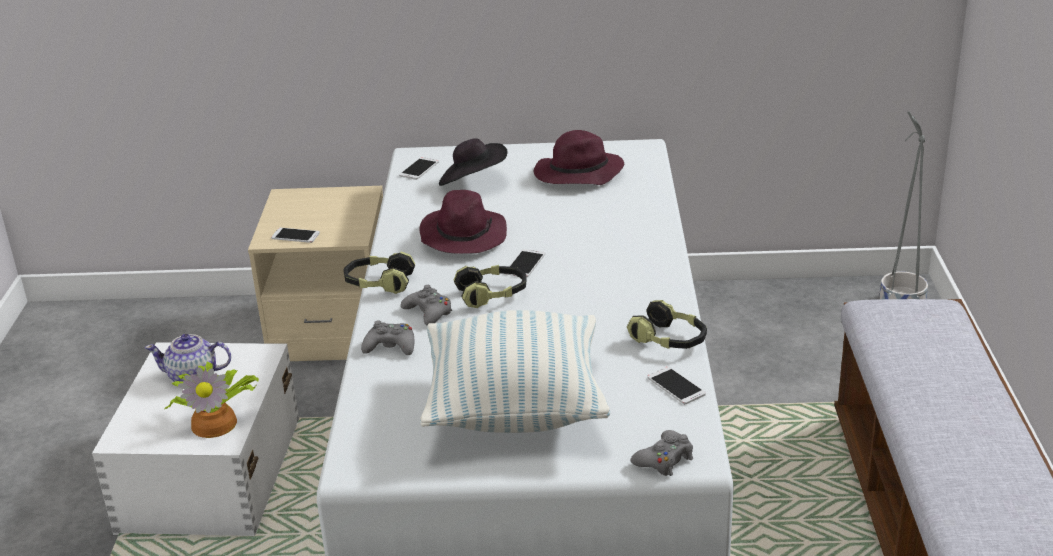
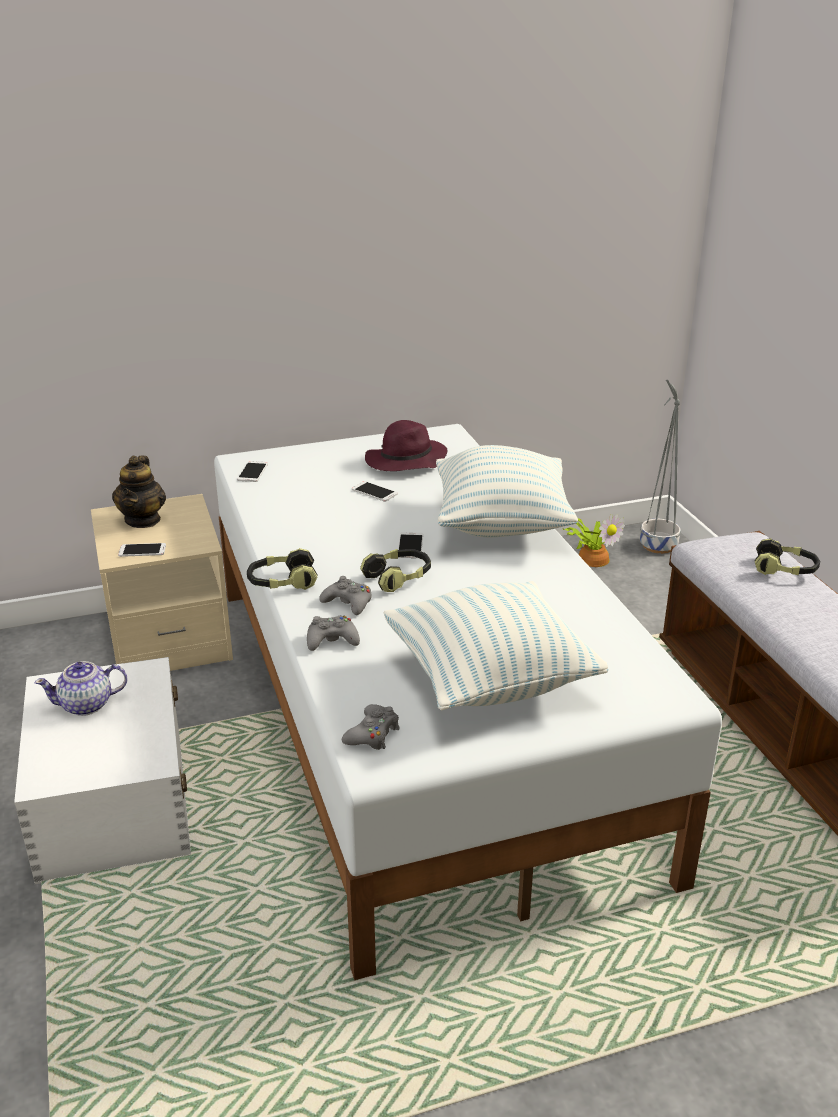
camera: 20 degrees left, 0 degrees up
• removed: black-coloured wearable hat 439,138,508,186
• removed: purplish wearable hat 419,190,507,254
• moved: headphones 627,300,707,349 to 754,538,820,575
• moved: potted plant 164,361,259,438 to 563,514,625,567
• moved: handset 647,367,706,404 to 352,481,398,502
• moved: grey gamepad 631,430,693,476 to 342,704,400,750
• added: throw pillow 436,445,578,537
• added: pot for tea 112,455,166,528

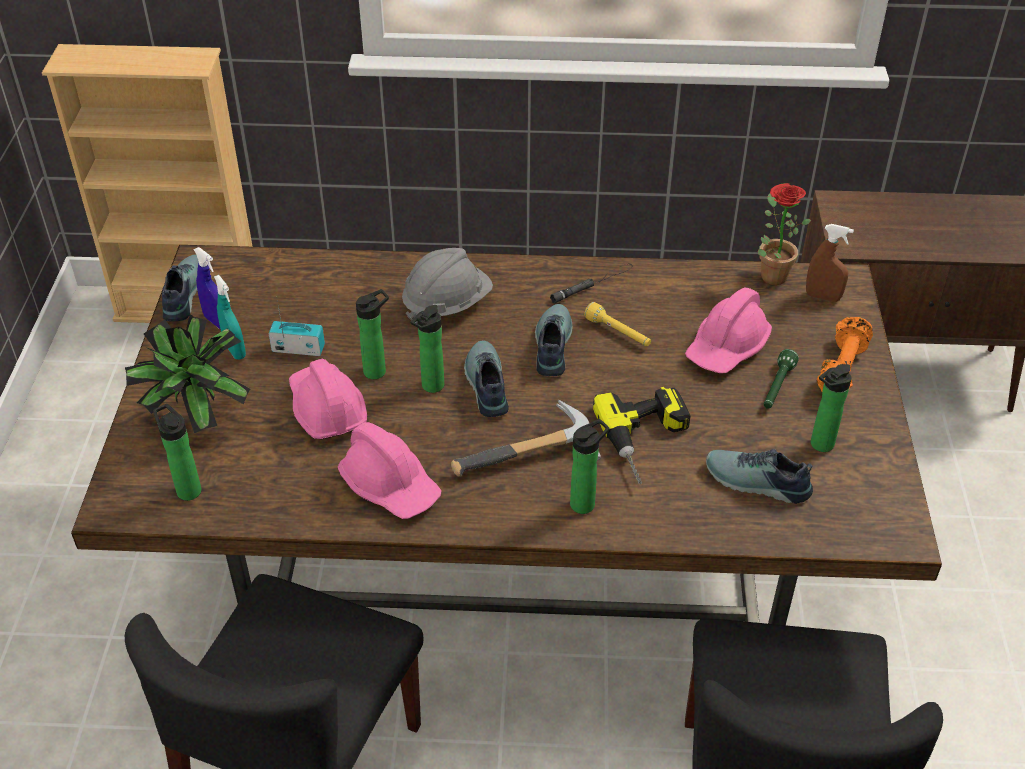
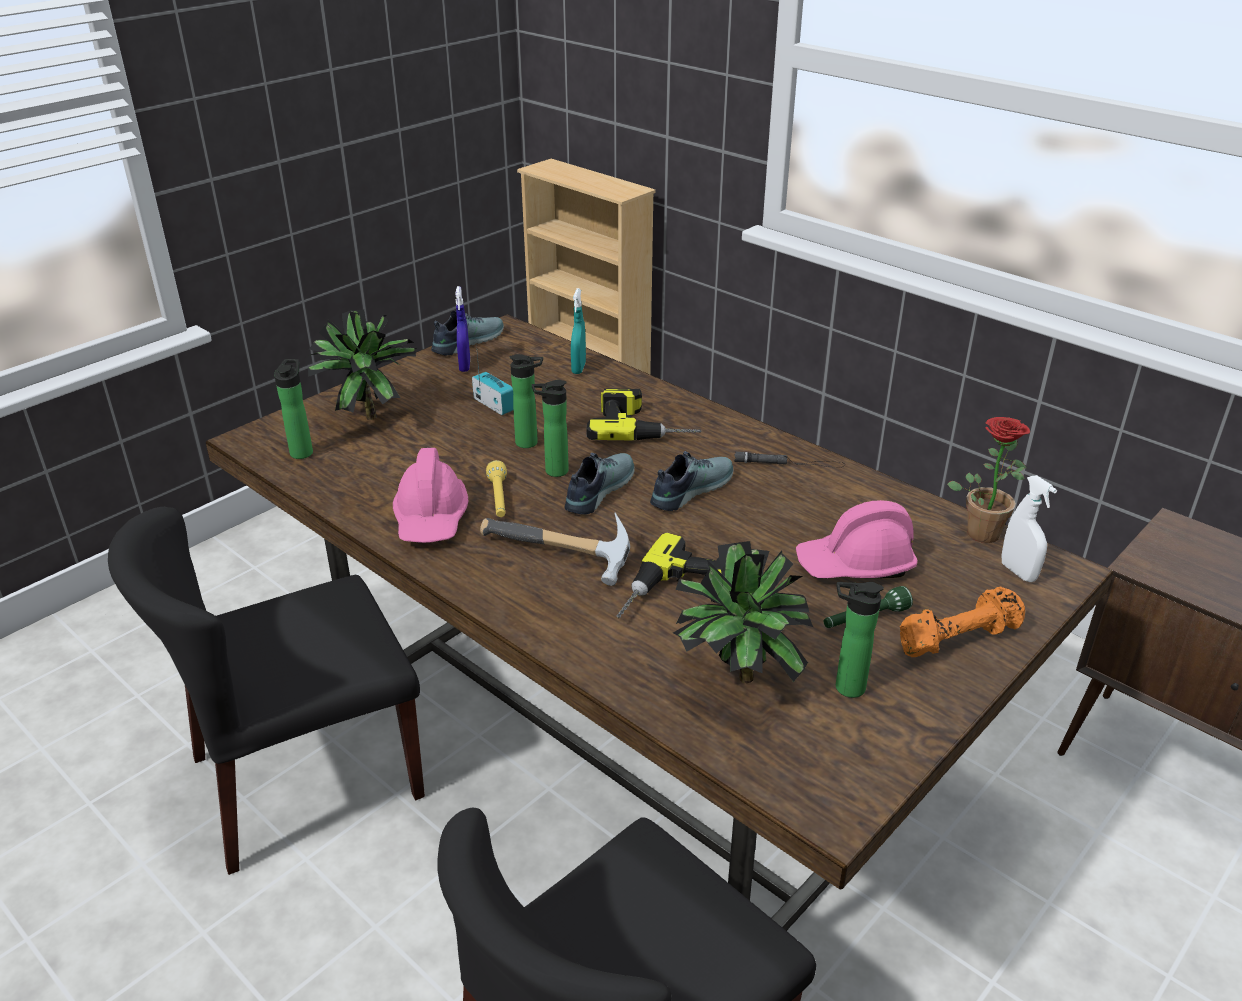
camera: 40 degrees right, 10 degrees down
• recoloured: brown-coloured hand sprayer 806,224,854,302 to whitish hand sprayer 1002,475,1057,582
• replaced: grey safety helmet 402,248,493,324 to power drill 586,388,701,440
• moved: turquoise hand sprayer 214,275,246,360 to 571,288,586,374
• moved: yellow-coloured torch 584,302,651,346 to 486,460,507,517
• removed: pinkish safety helmet 289,359,367,439
• removed: drink bottle 570,419,609,514
• replaced: shoe 706,449,813,504 to potted plant 673,541,813,683

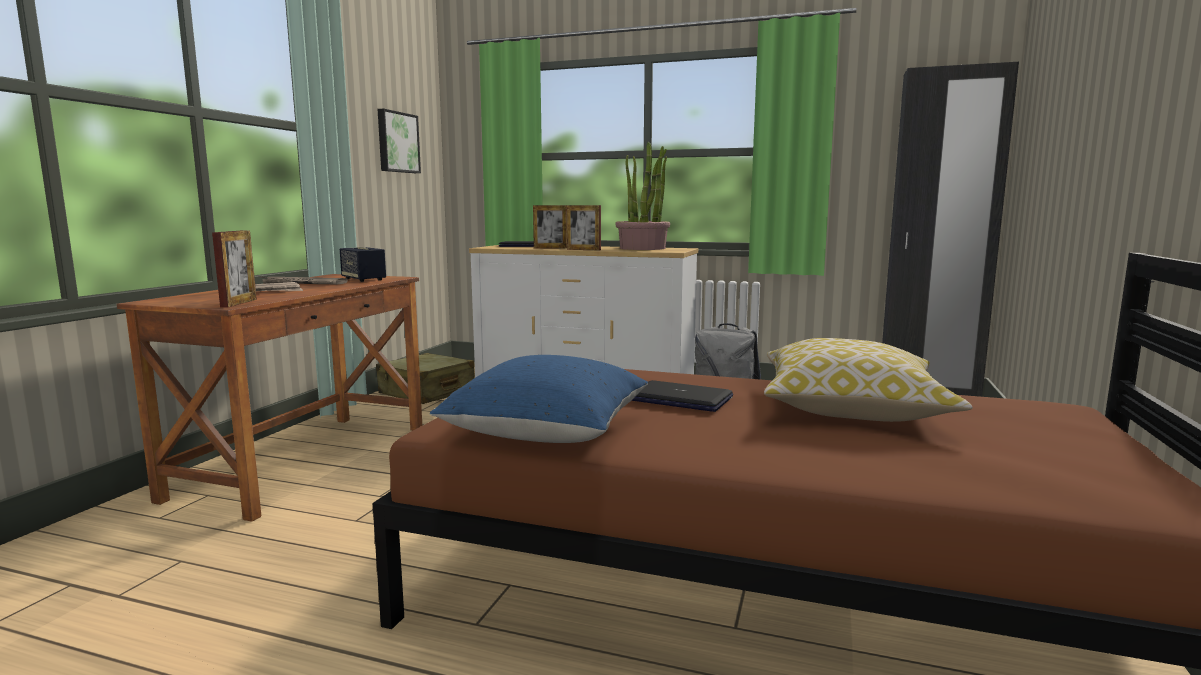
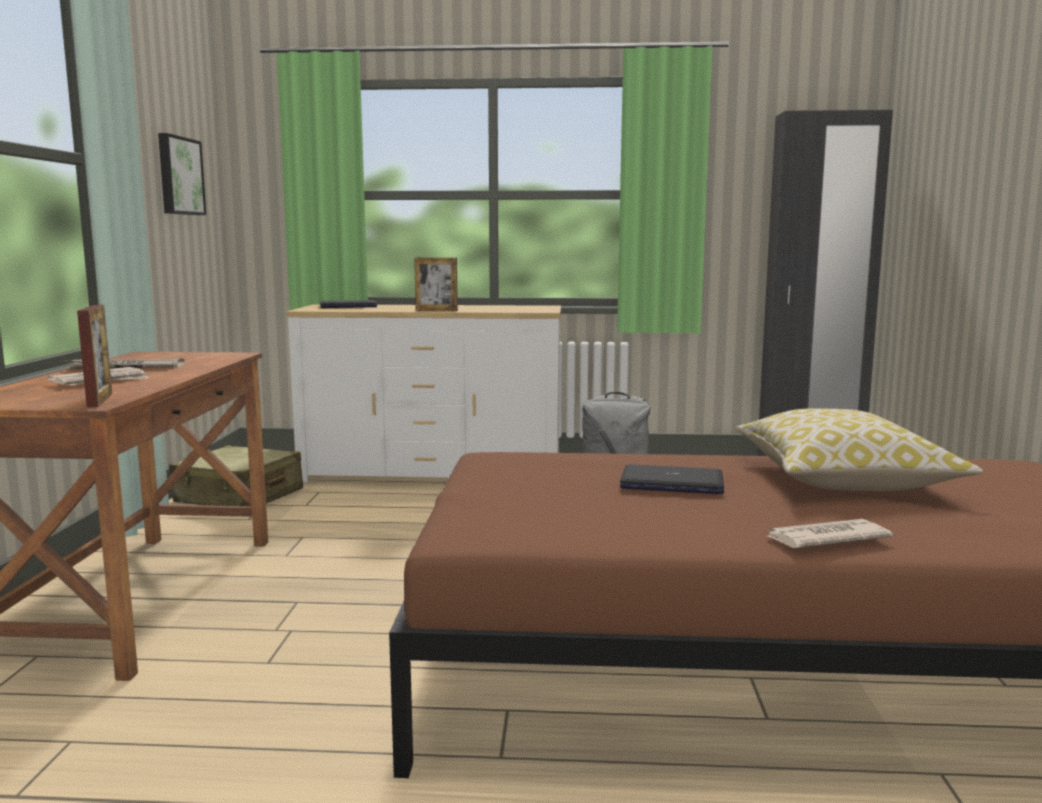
camera: 15 degrees left, 0 degrees up
• removed: potted plant 615,142,670,250
• removed: picture frame 533,205,567,249
• removed: speaker 340,247,386,282
• removed: blue throw pillow 430,355,648,443
• added: newspaper 764,519,893,548

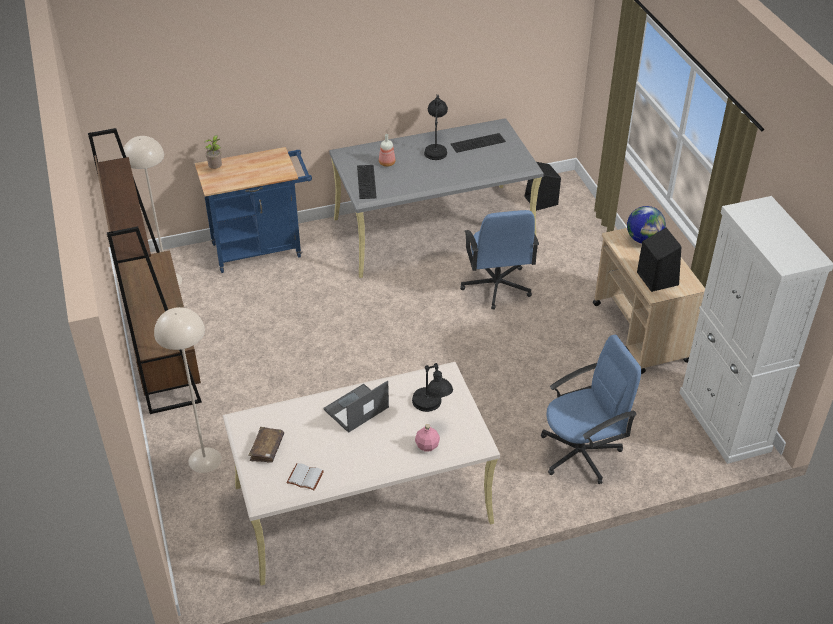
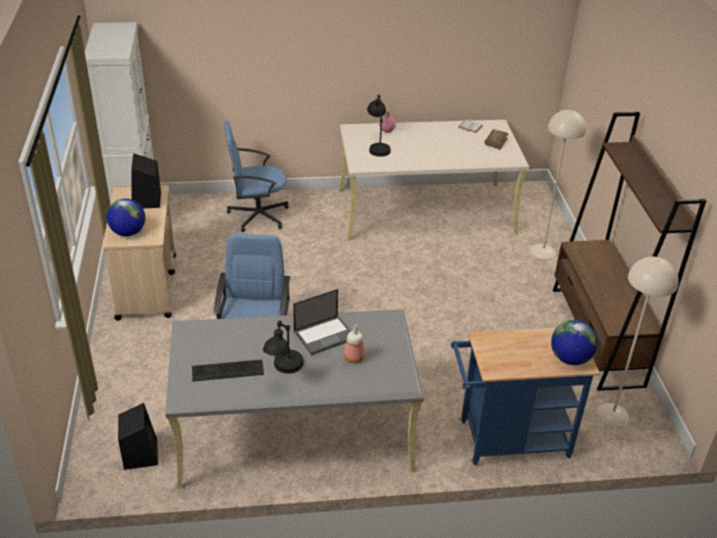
camera: 170 degrees left, 5 degrees down
• replaced: potted plant 205,135,222,169 to desk globe 551,320,598,365
• removed: computer keyboard 357,165,377,199
• moved: laptop 323,381,389,433 to 293,289,351,355

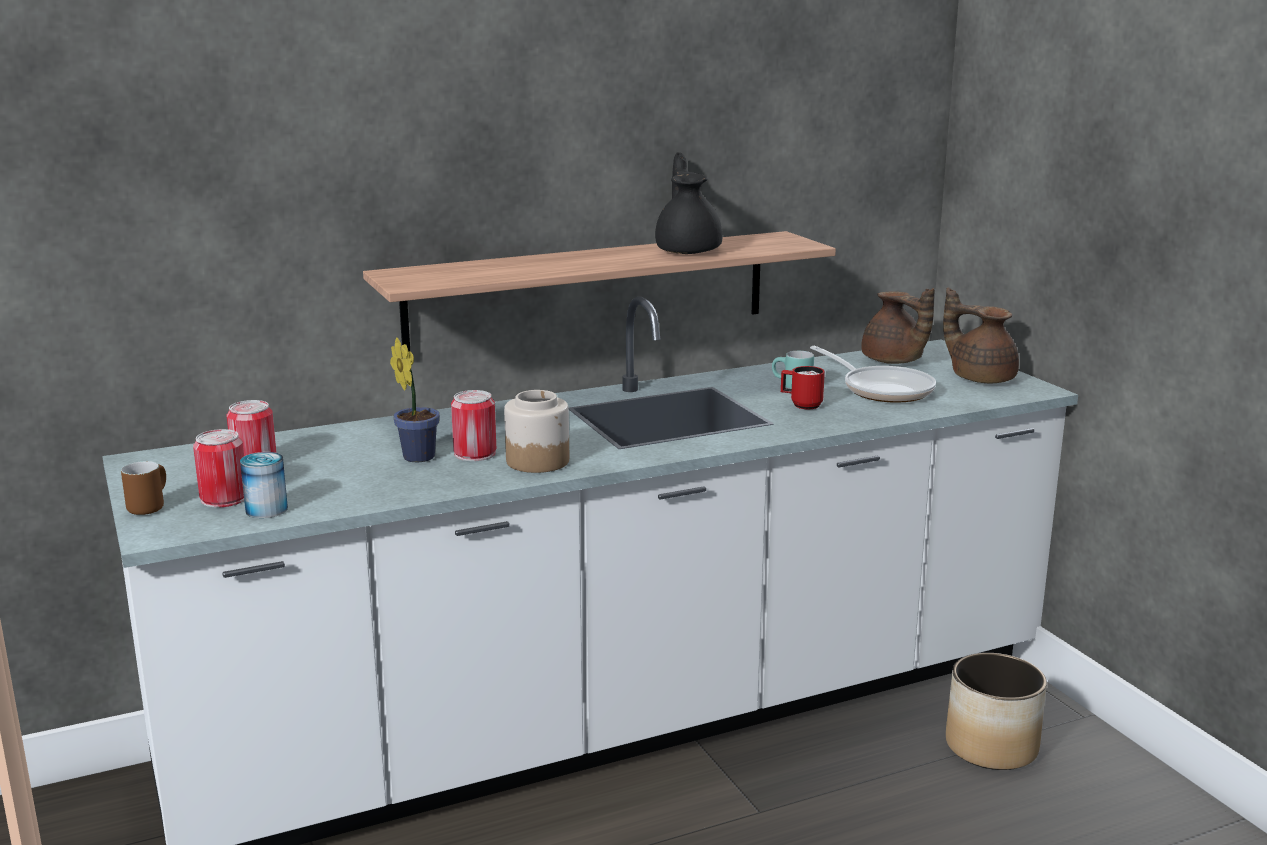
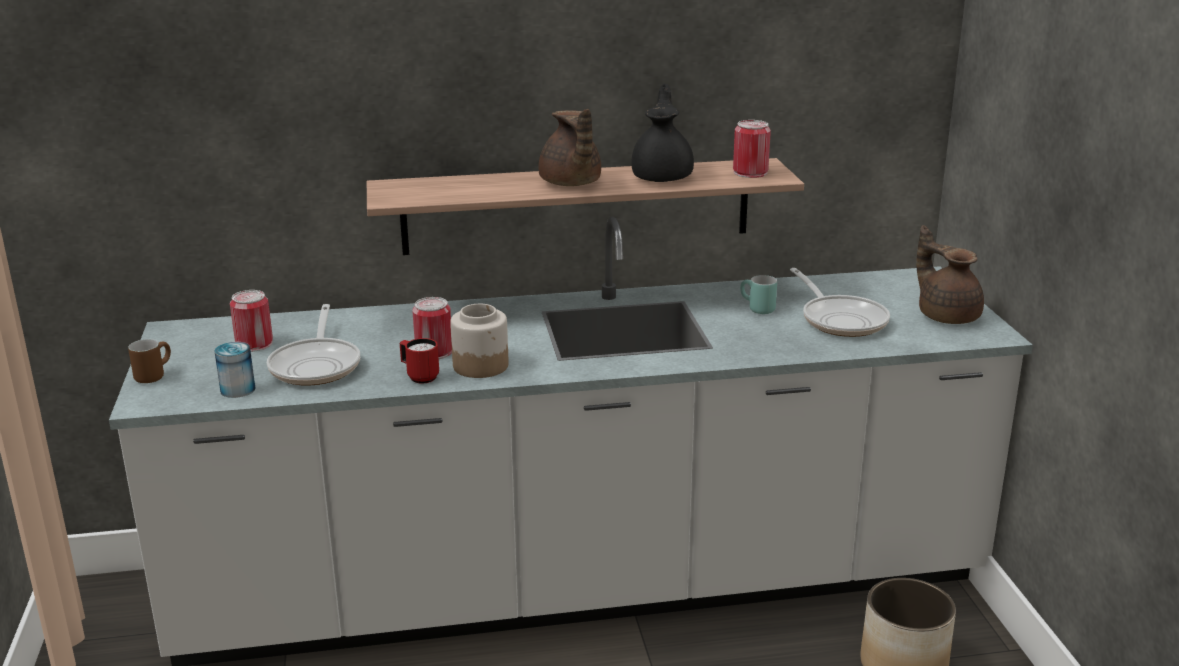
camera: 15 degrees right, 5 degrees up
• moved: brown-coloured pot for tea 861,288,935,364 to 538,109,601,186
• removed: potted plant 390,338,440,462
• moved: reddish coffee mug 781,366,825,409 to 400,338,439,384
• moved: metal can 193,429,244,508 to 733,120,771,178
• added: pan 267,304,360,386

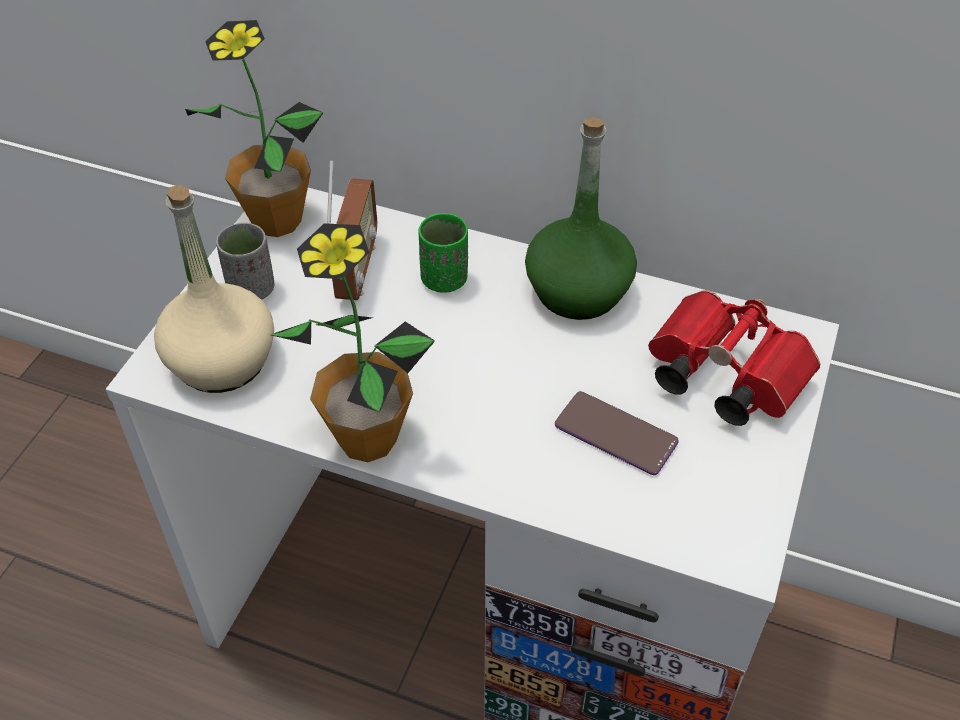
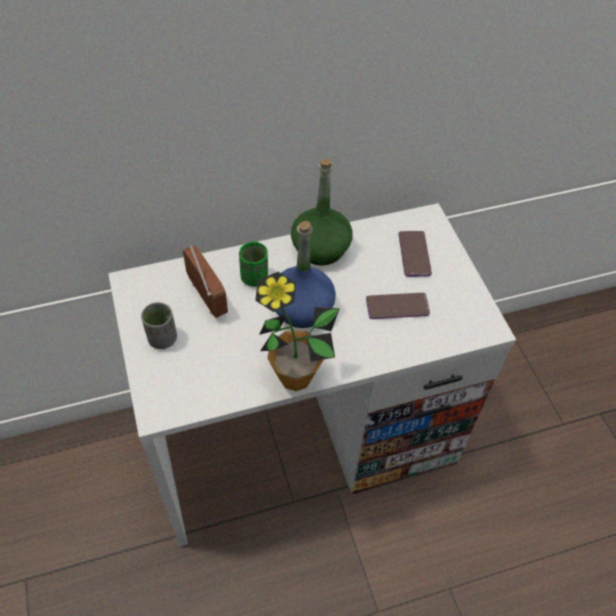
camera: 40 degrees left, 5 degrees up
• removed: potted plant 185,20,324,237
• removed: sand-coloured drink bottle 154,185,274,393
• replaced: reddish pair of binoculars 648,290,820,426 to handset 399,231,432,277
• added: blue drink bottle 275,221,336,328

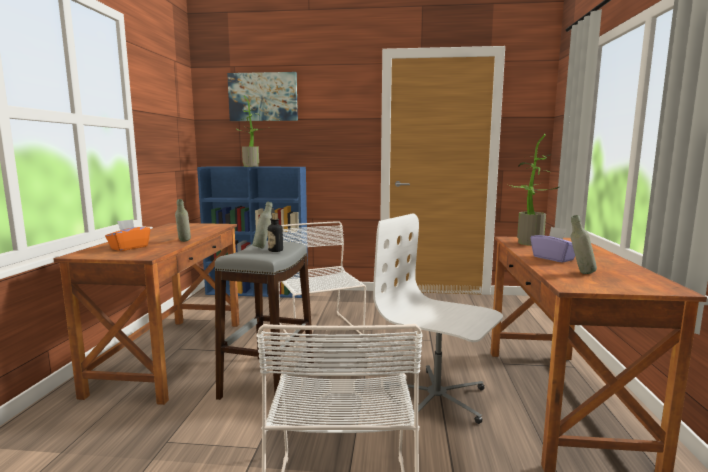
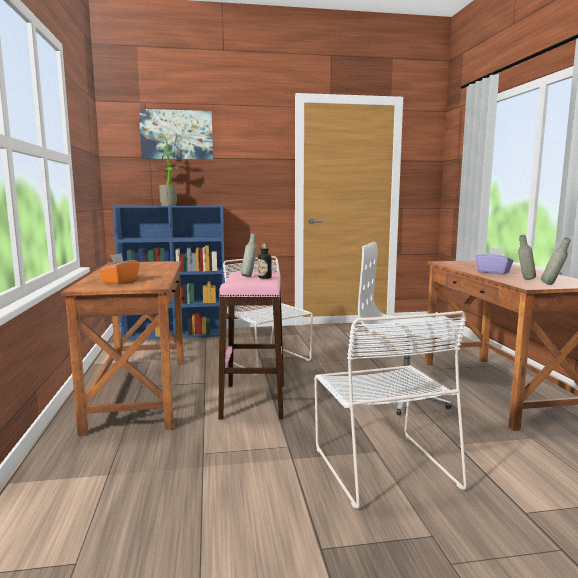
camera: 15 degrees left, 0 degrees up
• removed: potted plant 509,134,559,246
• moved: grey drink bottle 175,199,191,242 to 541,237,570,285
• recoloured: grey stool 215,241,314,408 to pinkish stool 218,271,284,419

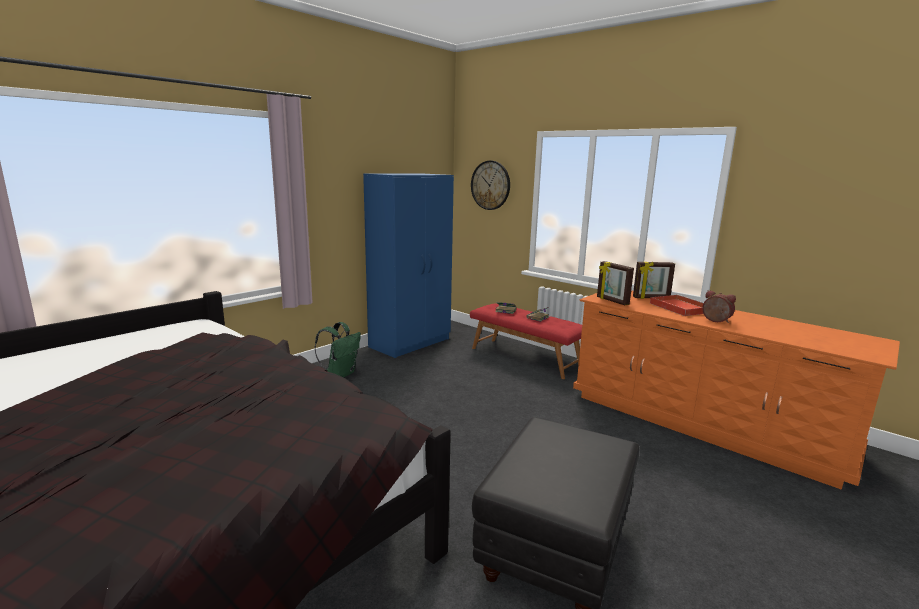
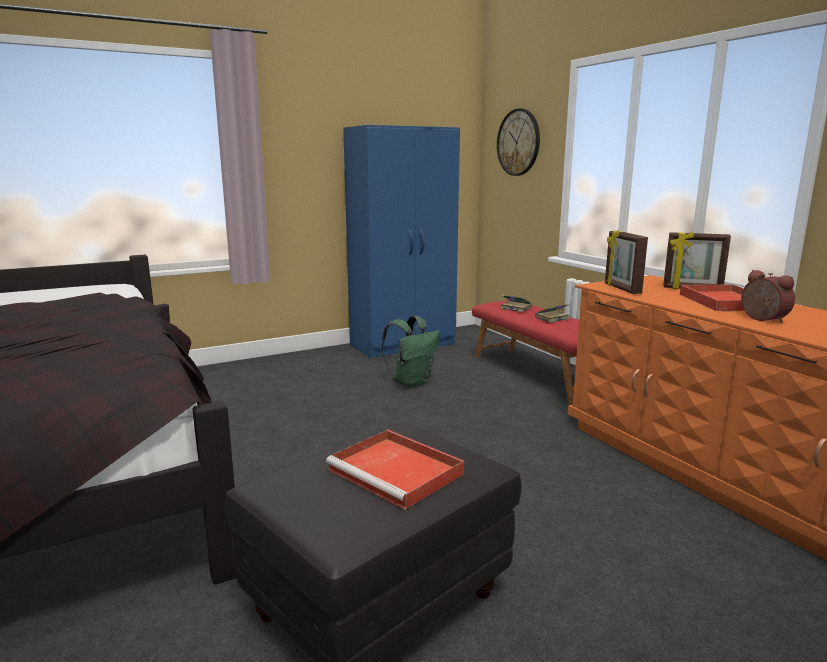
camera: 20 degrees right, 0 degrees up
• moved: green backpack 315,322,361,377 to 382,316,440,388
• added: reddish serving tray 326,430,464,510

